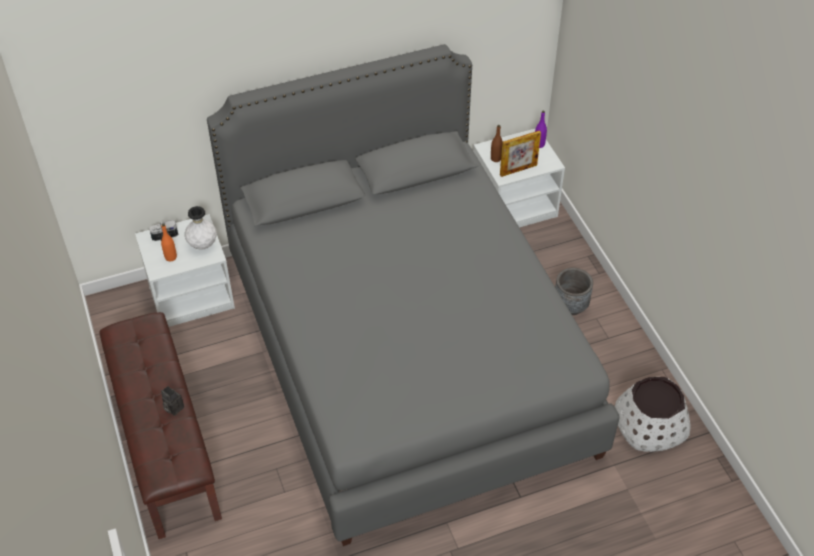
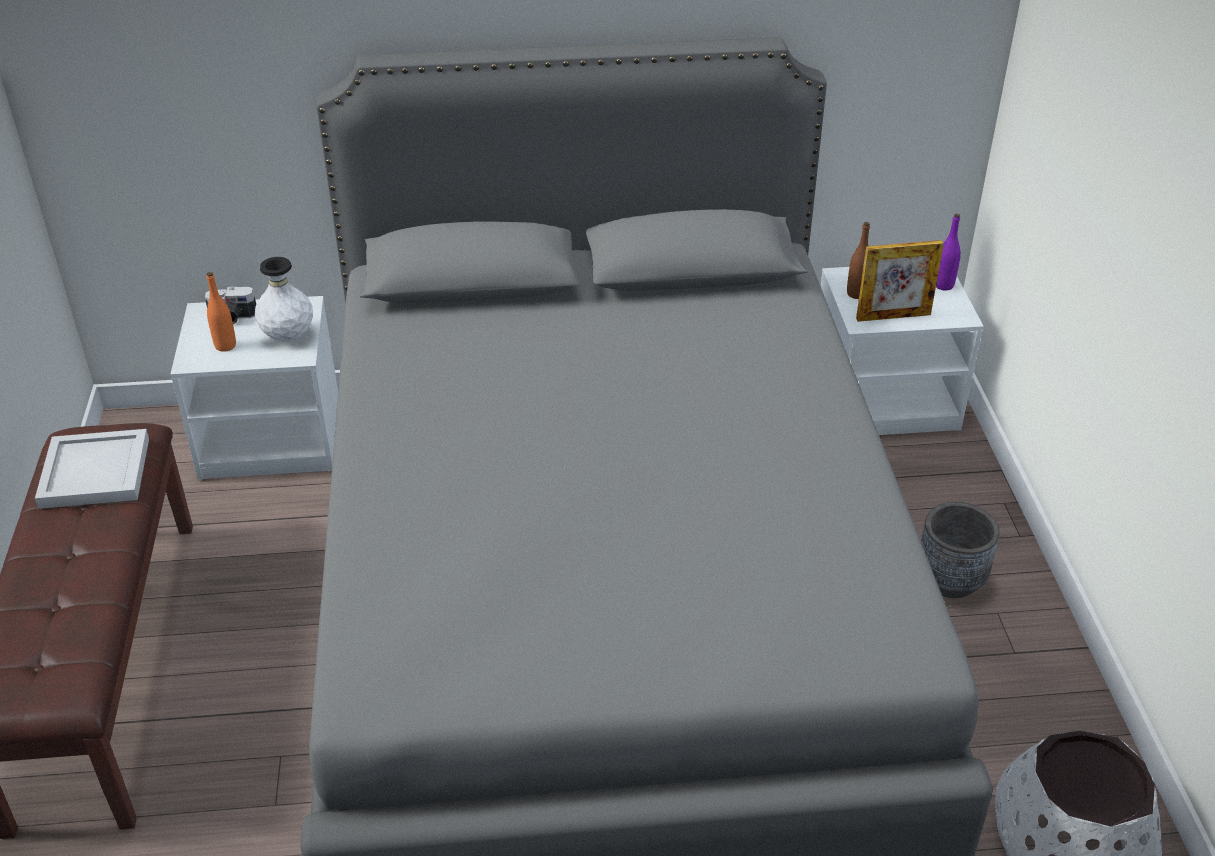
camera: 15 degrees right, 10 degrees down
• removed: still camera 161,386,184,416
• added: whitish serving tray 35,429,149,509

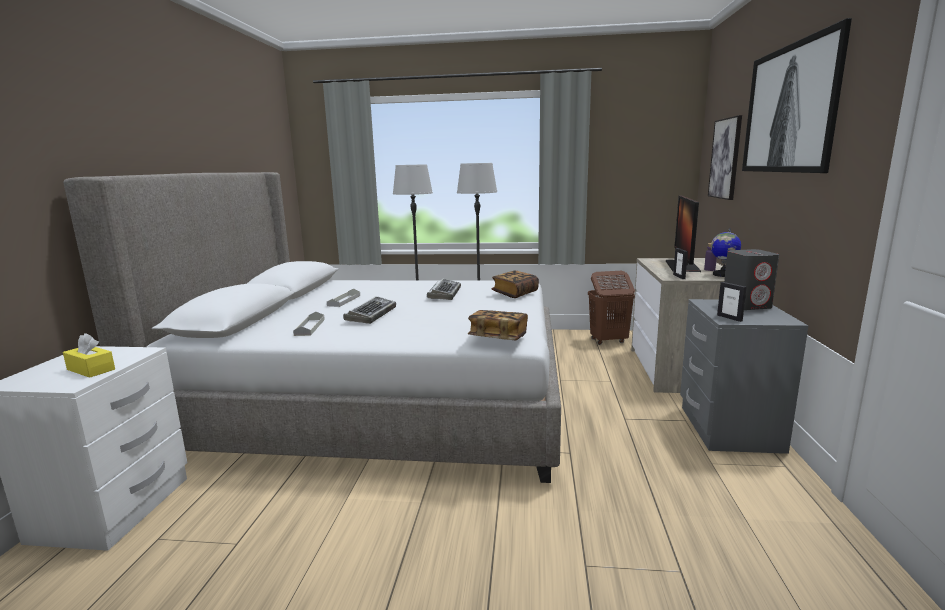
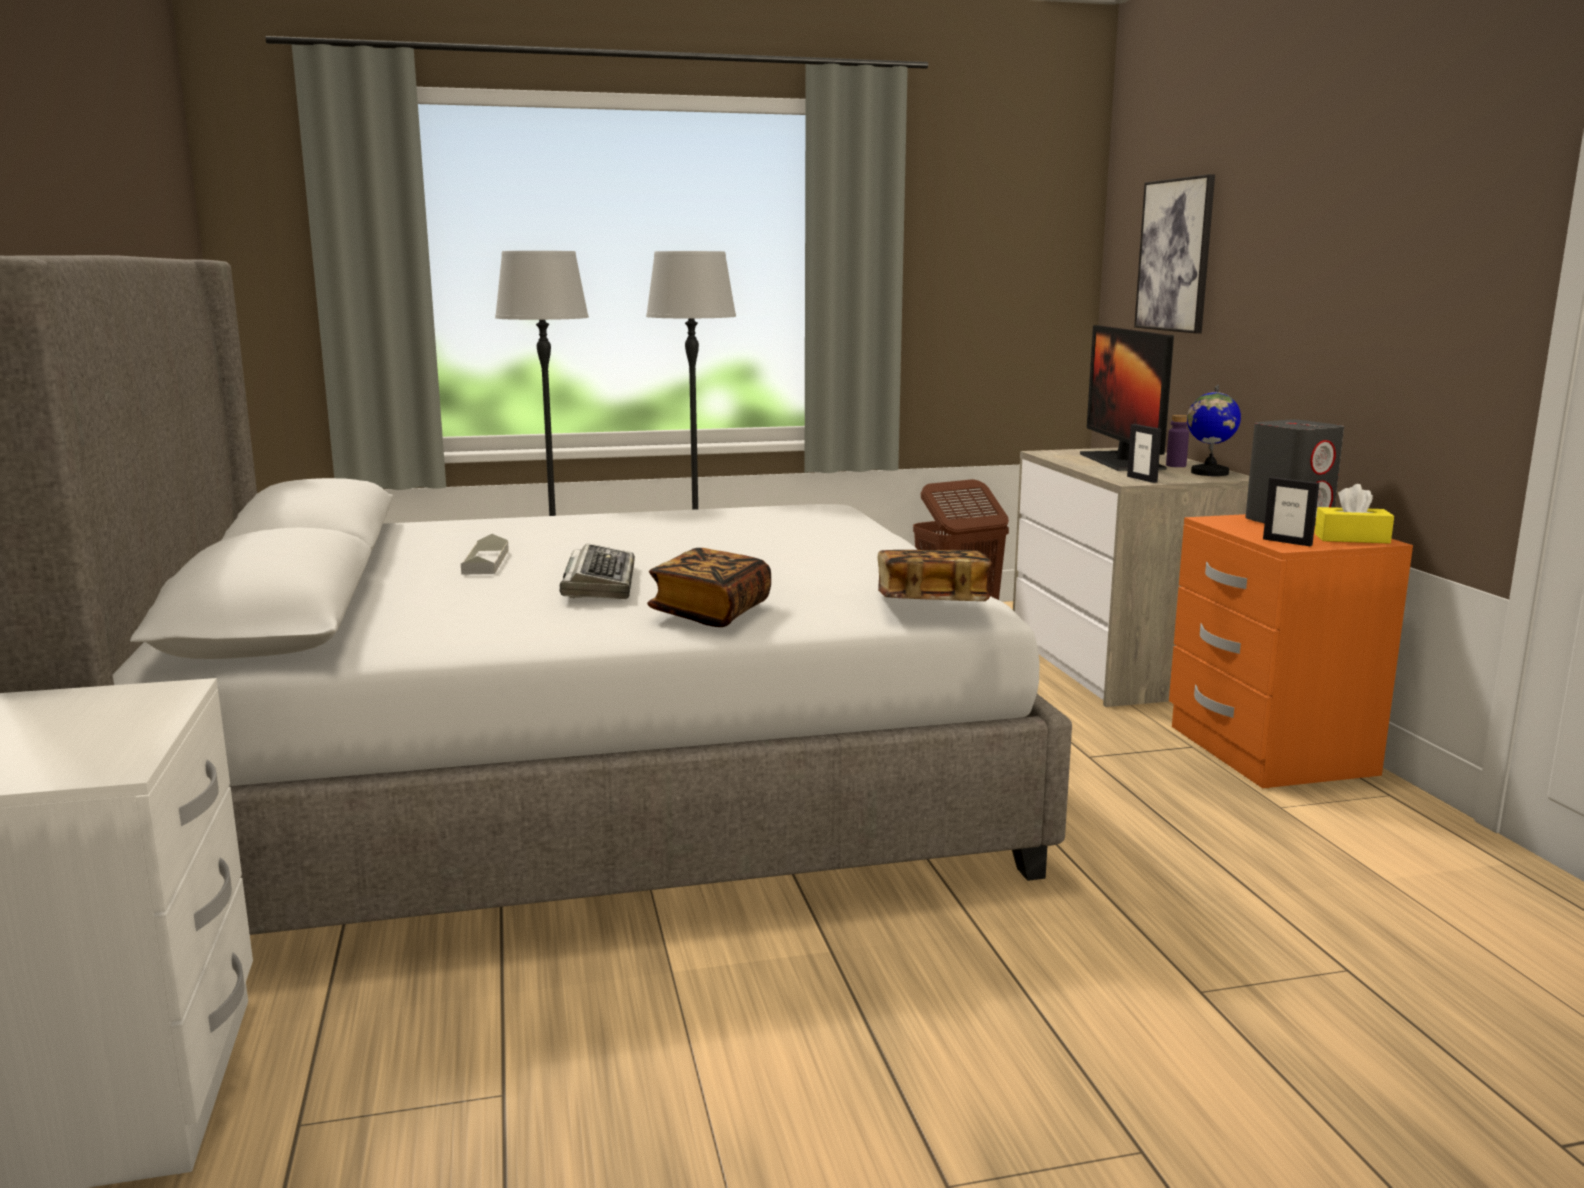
camera: 20 degrees left, 0 degrees up
• removed: wall art 742,18,852,173
• moved: bound book 492,271,539,298 to 647,548,771,627
• removed: computer keyboard 427,279,461,300
• recoloured: grey nightstand 680,299,808,454 to orange-coloured nightstand 1169,514,1413,788
• removed: grey serving tray 293,312,325,336
• moved: yellow-coloured box of tissues 63,333,115,378 to 1314,484,1394,544

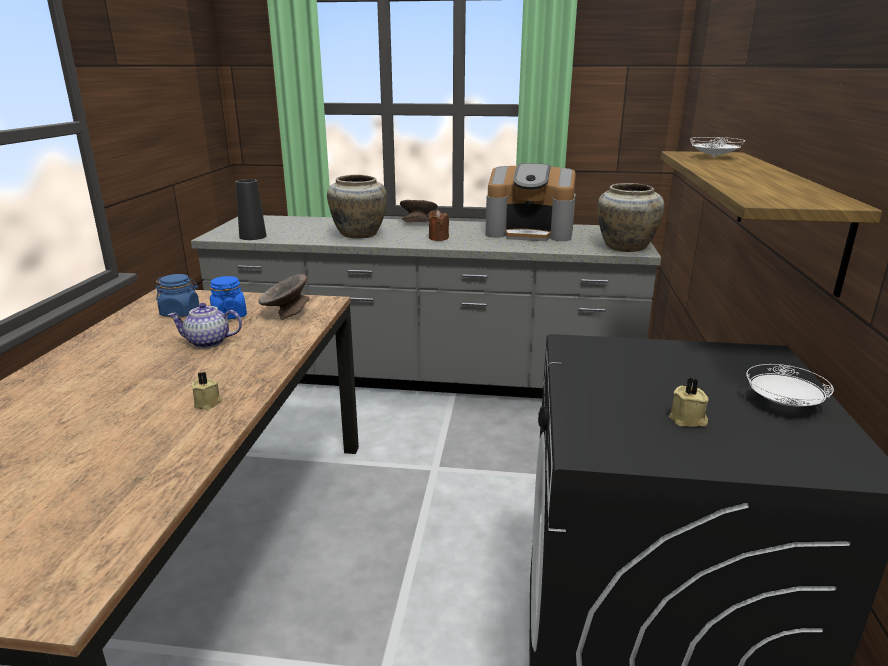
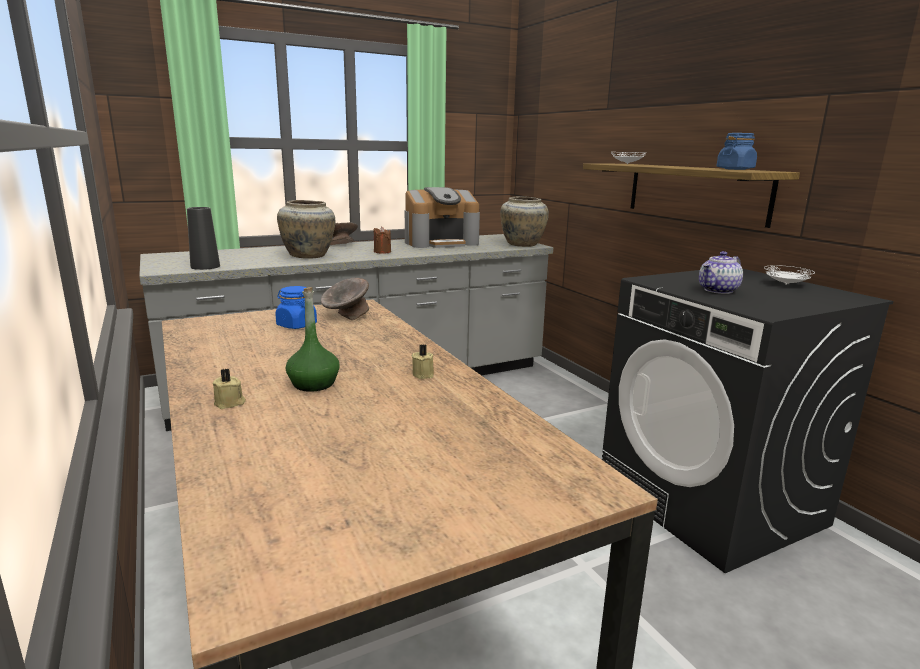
camera: 35 degrees left, 5 degrees down
• moved: blue storage jar 155,274,199,317 to 716,133,757,170
• moved: pot for tea 168,303,242,348 to 699,251,743,294
• moved: sand-coloured wax light 669,378,709,427 to 212,369,246,409
• added: green drink bottle 286,287,339,392

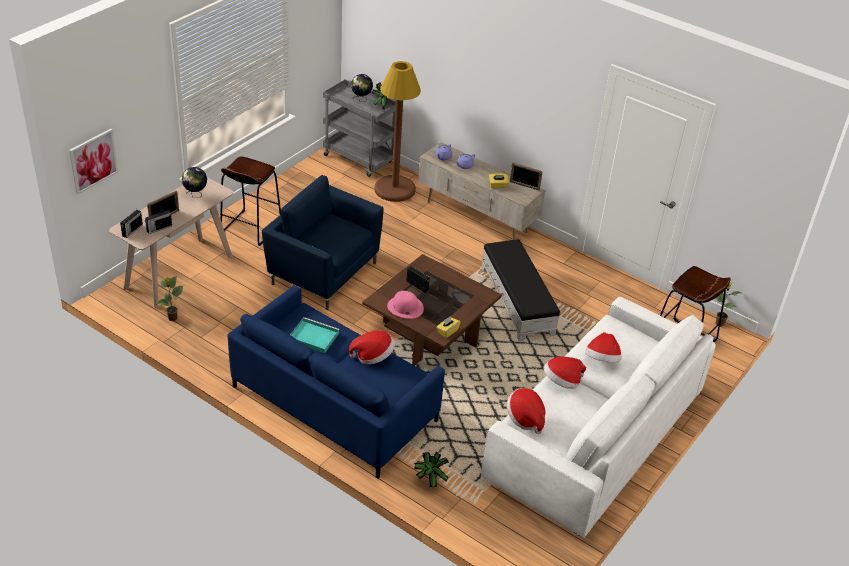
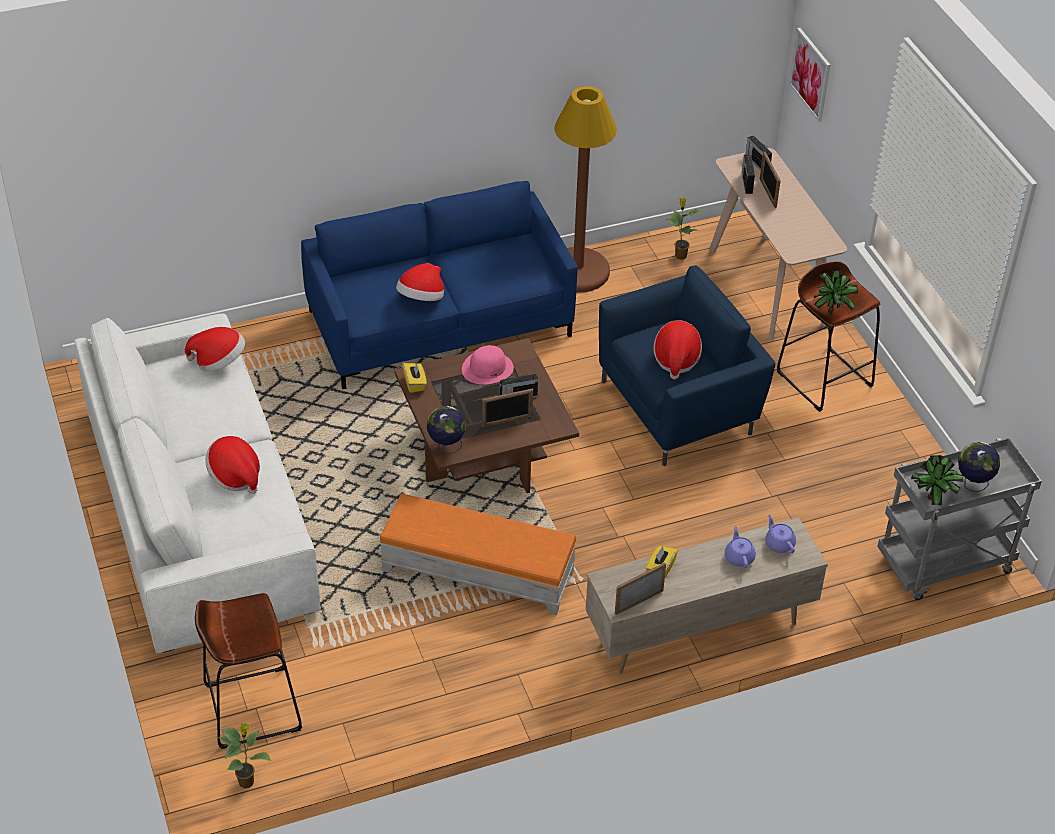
camera: 125 degrees right, 5 degrees up
• moved: brown-coloured standing lamp 374,61,421,202 to 554,86,617,292
• moved: desk globe 182,167,207,198 to 427,406,466,454
• recoloured: black-coloured pouffe 482,239,560,341 to orange-coloured pouffe 379,493,577,615
• removed: turquoise serving tray 290,317,340,353
• moved: wearable hat 543,357,586,389 to 653,320,702,379
• moved: potted plant 414,452,449,487 to 814,270,858,314
• added: picture frame 482,388,533,427

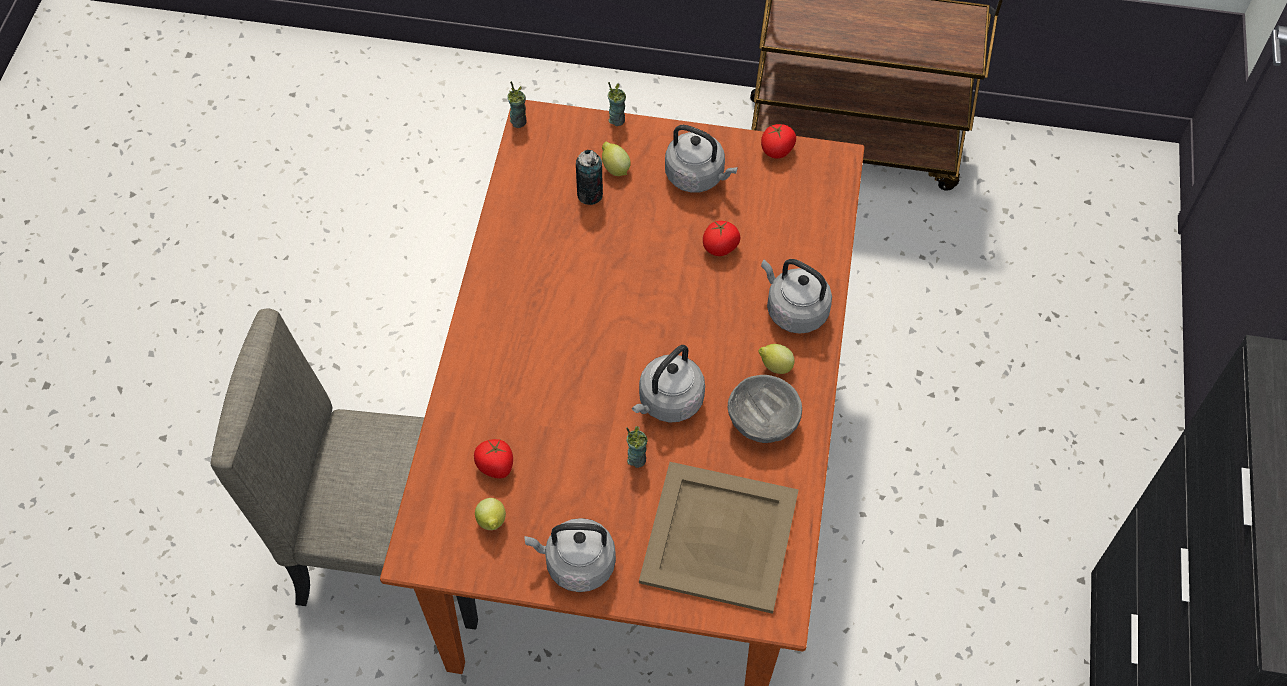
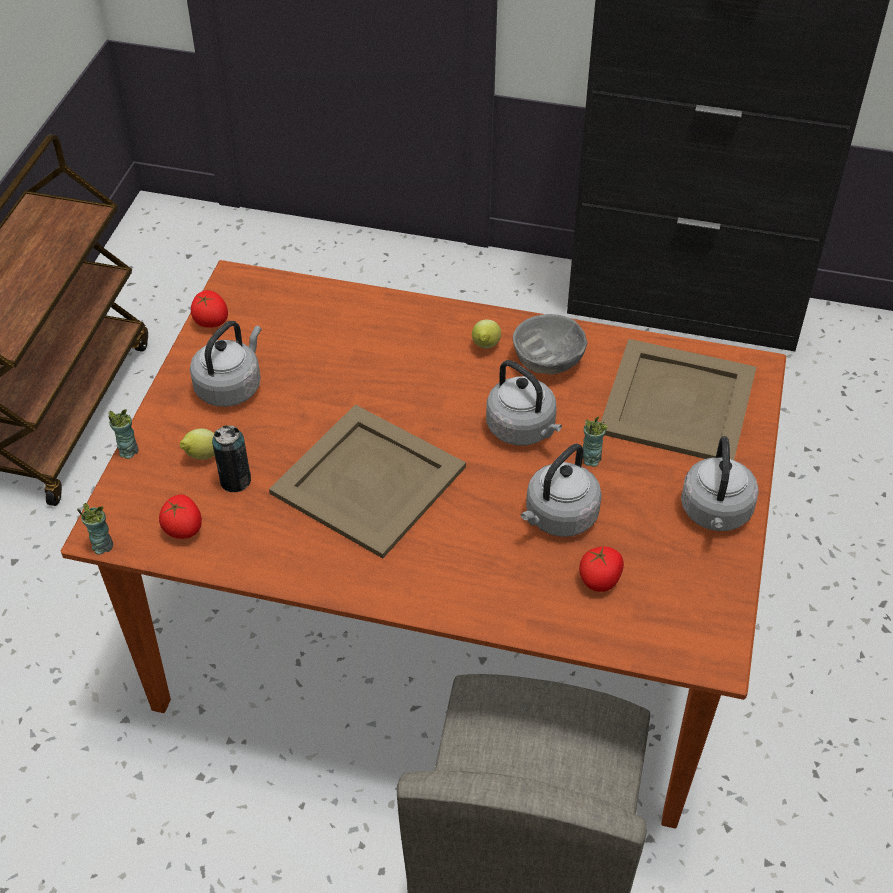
camera: 85 degrees left, 10 degrees down
• moved: tomato 703,221,740,256 to 159,494,202,539
• moved: grey kettle 761,259,832,334 to 521,443,602,537
• removed: whole lemon 475,498,506,530
• added: sand-coloured serving tray 269,405,466,558

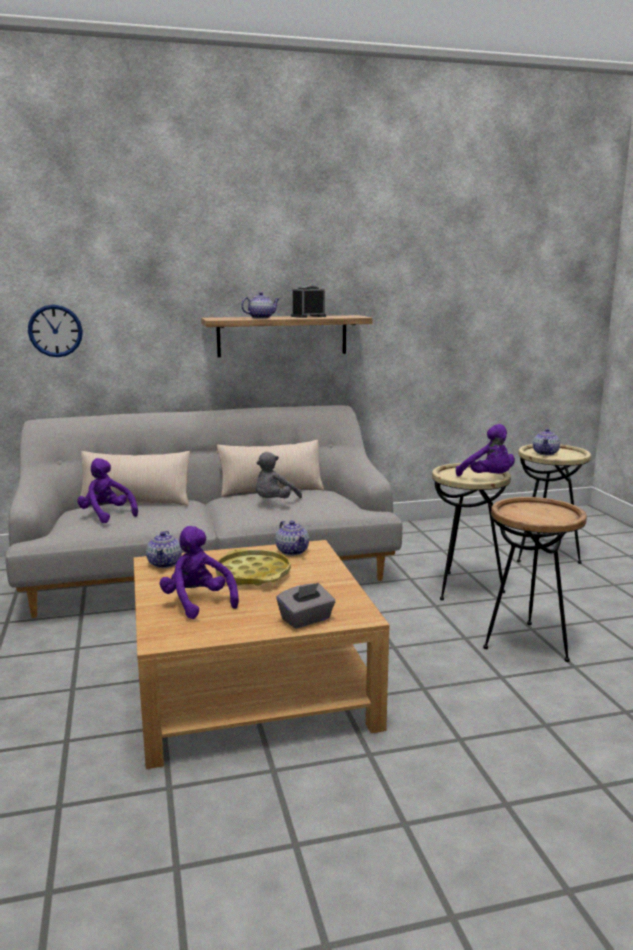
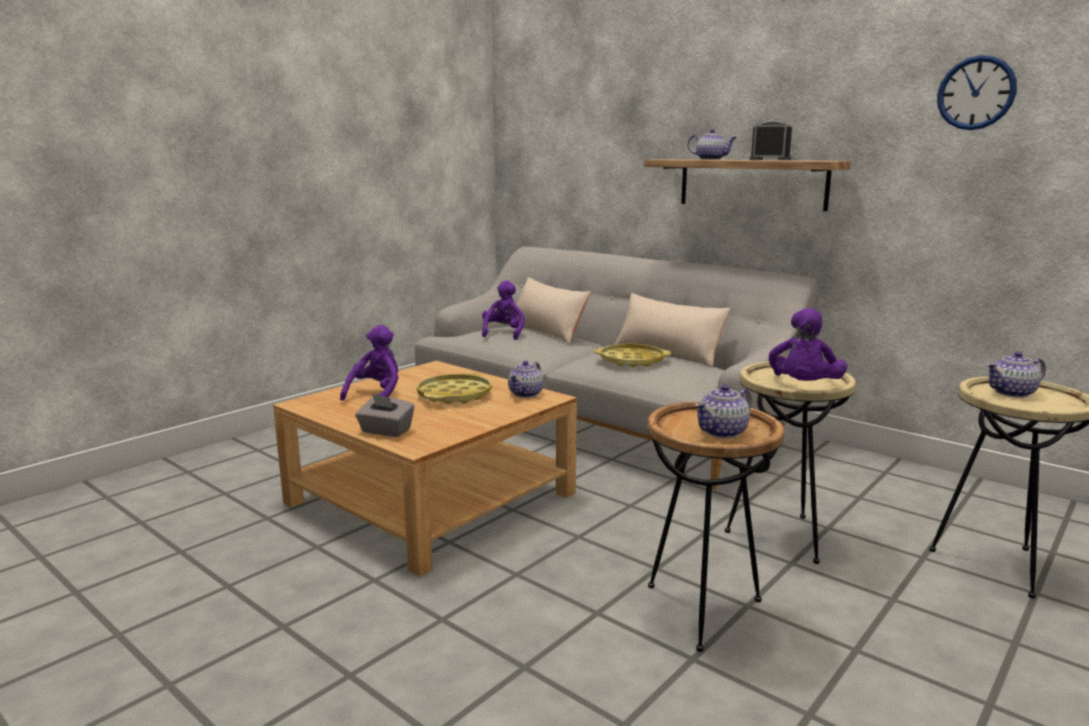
camera: 55 degrees right, 0 degrees up
• moved: clock on the wall 28,305,83,357 to 937,55,1017,130
• replaced: grey soft toy 256,452,302,498 to yellow-coloured serving tray 594,344,671,368
• moved: pot for tea 146,531,182,568 to 695,384,752,438

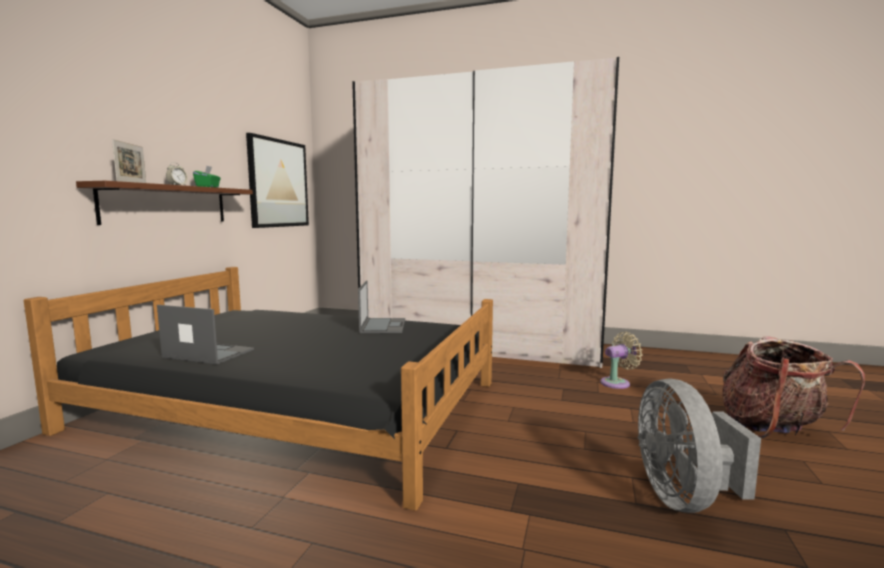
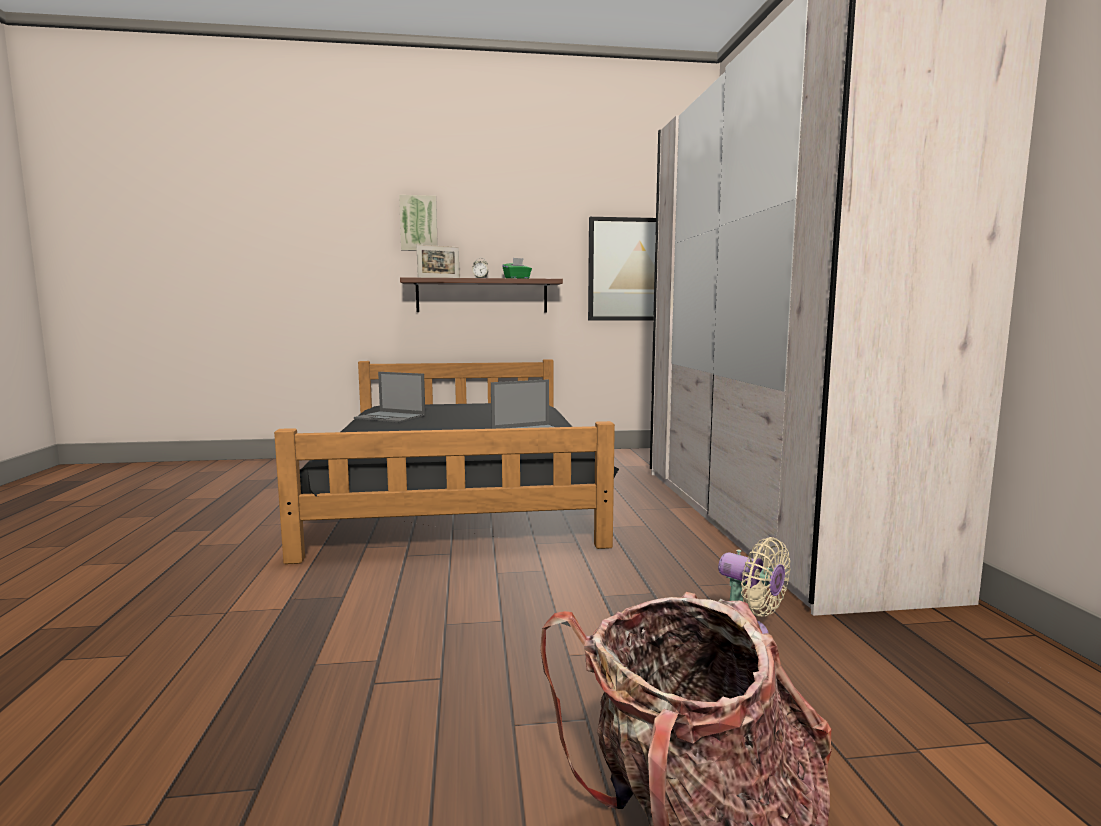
camera: 65 degrees right, 0 degrees up
• turned: laptop 157,305,254,365 = 354,372,426,423 120 degrees clockwise
• removed: grey cooling fan 638,378,761,513
• added: wall art 399,195,438,251

